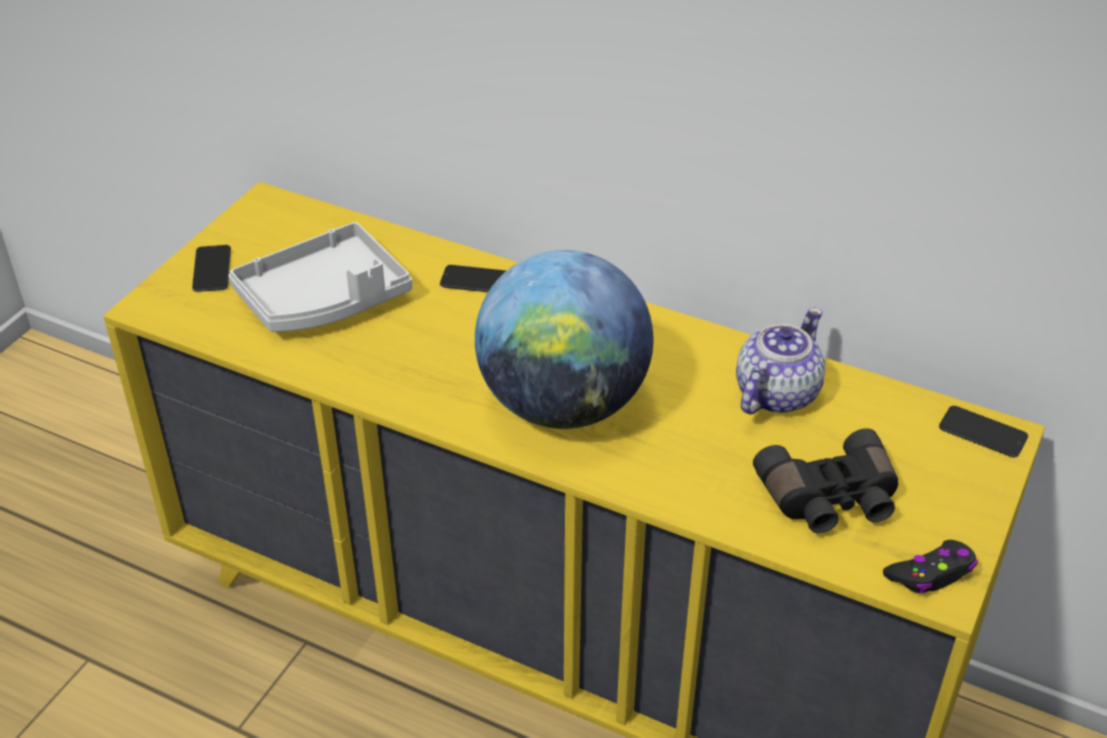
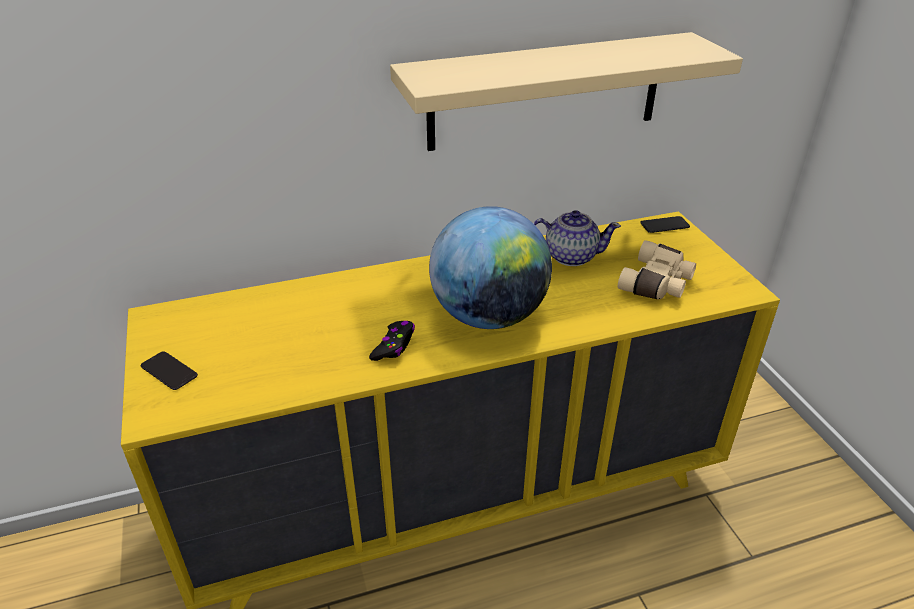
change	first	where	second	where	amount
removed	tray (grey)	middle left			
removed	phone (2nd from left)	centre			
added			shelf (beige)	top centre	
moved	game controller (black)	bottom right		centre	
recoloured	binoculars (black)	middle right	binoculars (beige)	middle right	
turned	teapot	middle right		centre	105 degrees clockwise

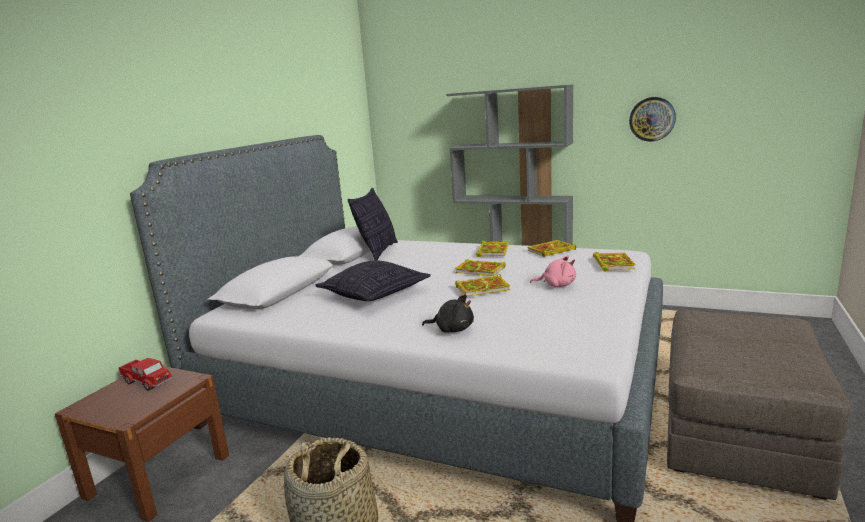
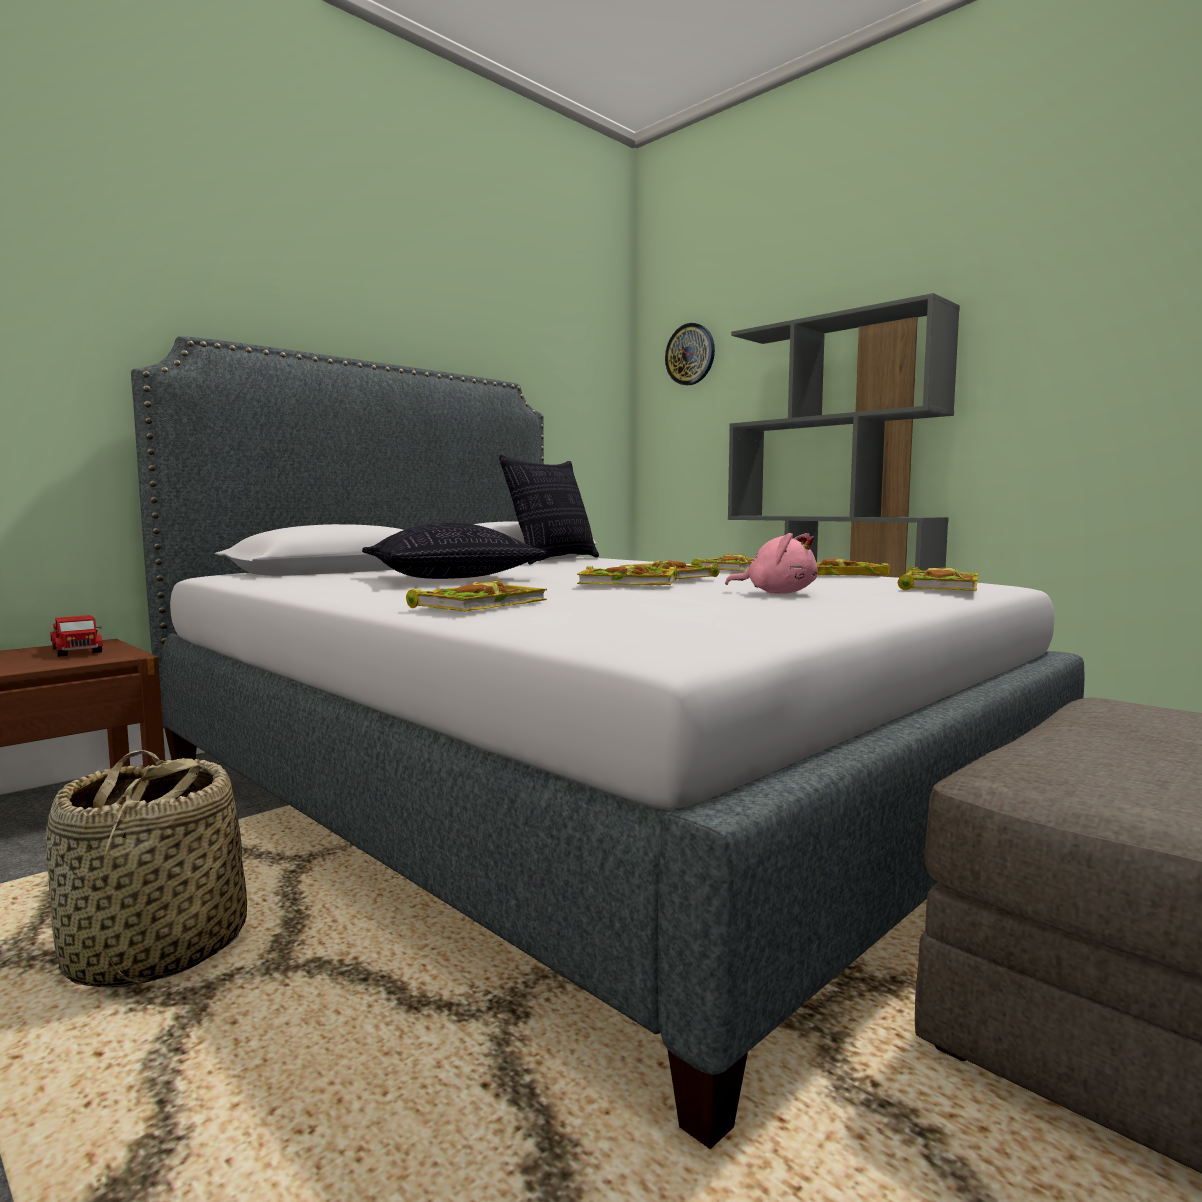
change	first	where	second	where	amount
moved	wall clock	top right		top centre	
replaced	plush toy (black)	centre	book (1st from left)	centre	

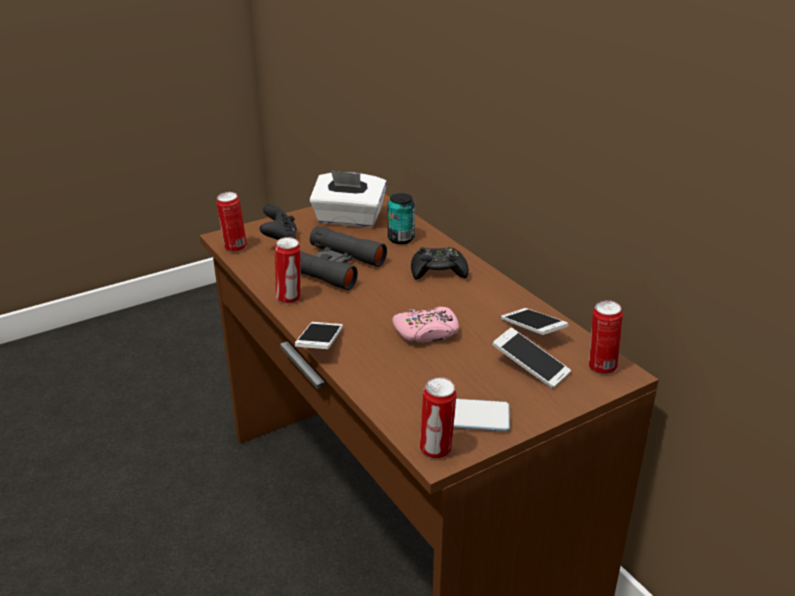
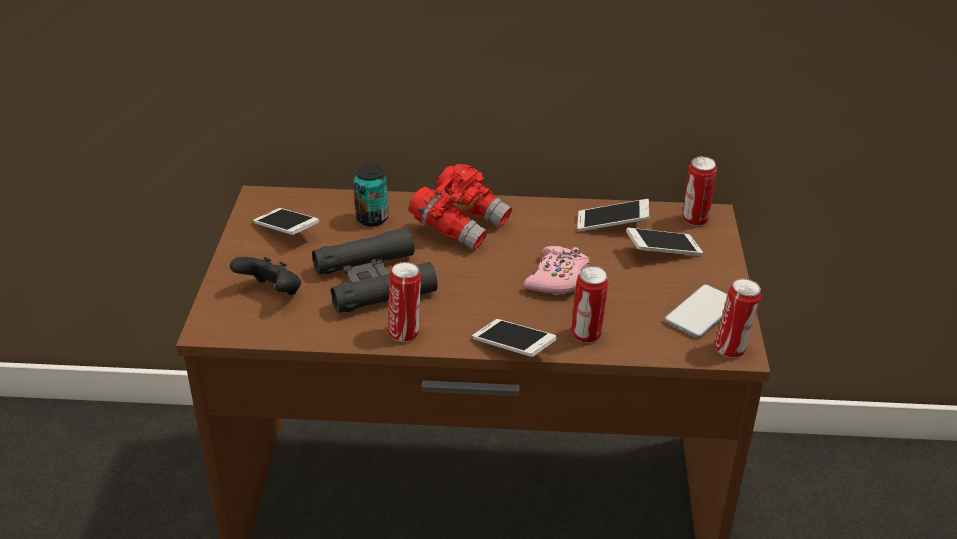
change	first	where	second	where	amount
moved	can (1st from left in the first image)	middle left	can (3rd from left)	centre	
replaced	tissue box (white)	top centre	phone (1st from left)	middle left	
replaced	game controller (black) (2nd from left)	centre	binoculars (red)	centre	

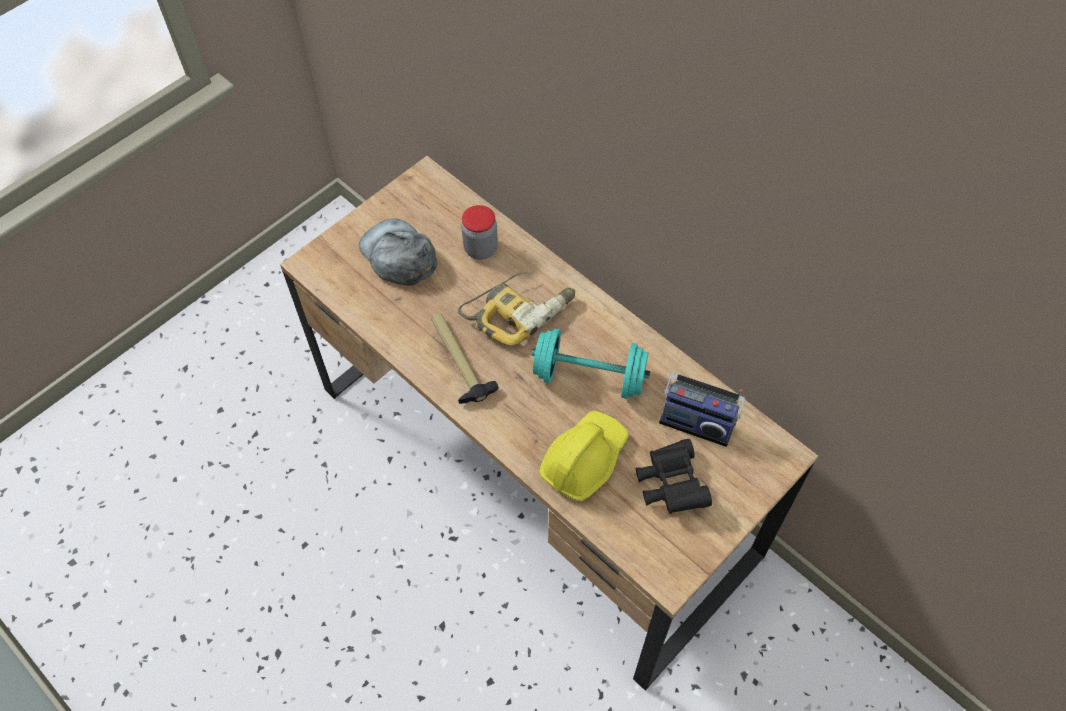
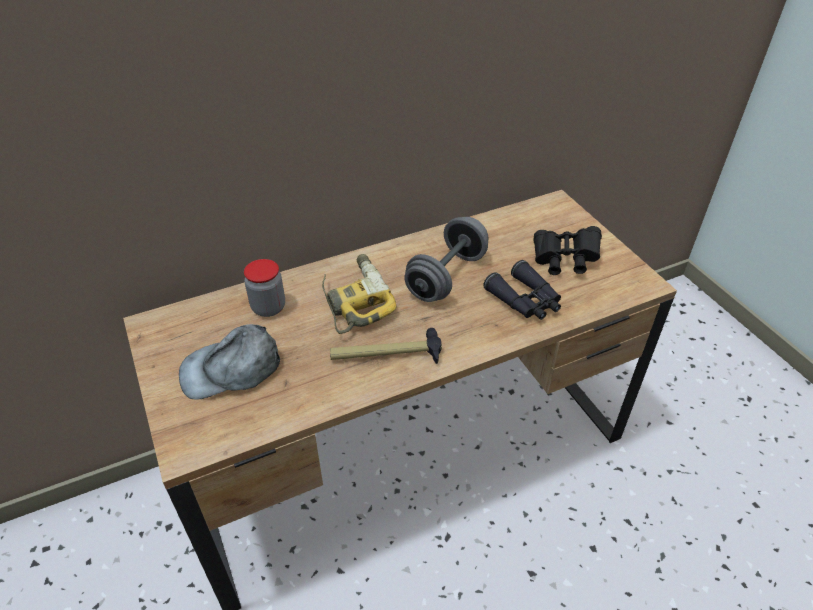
change	first	where	second	where	amount
removed	radio	centre			
replaced	hard hat (yellow)	centre	binoculars (black) (1st from left)	centre	
recoloured	dumbbell (turquoise)	centre	dumbbell (grey)	centre	

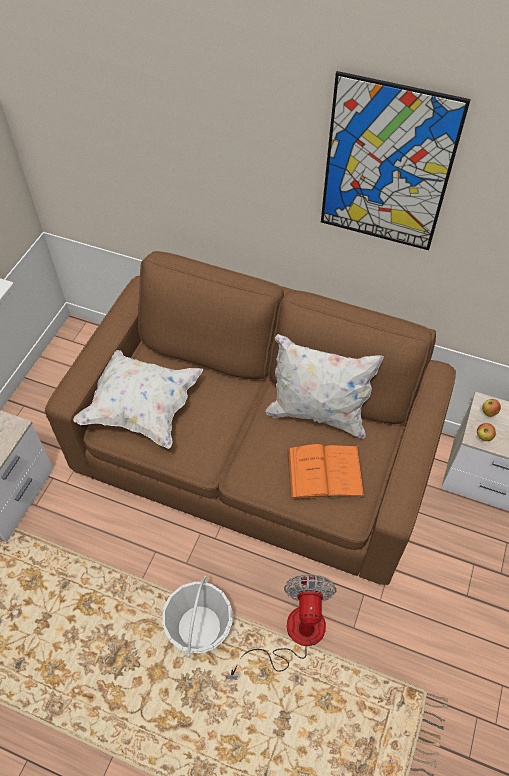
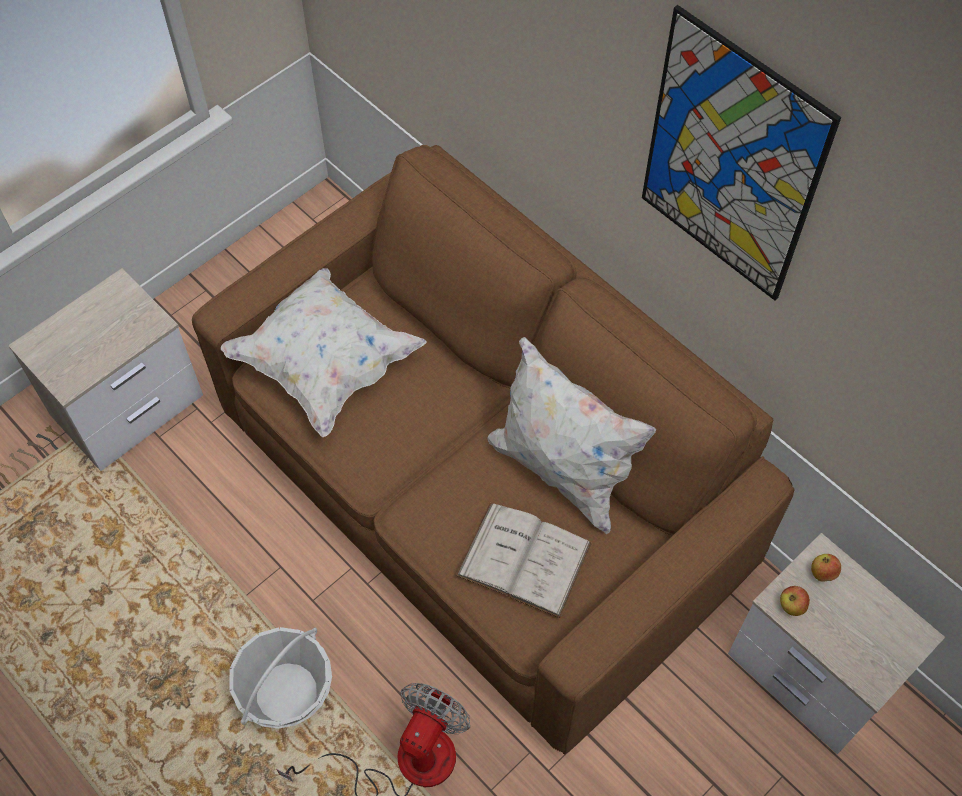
change	first	where	second	where	amount
recoloured	book (orange)	centre	book (white)	bottom centre	

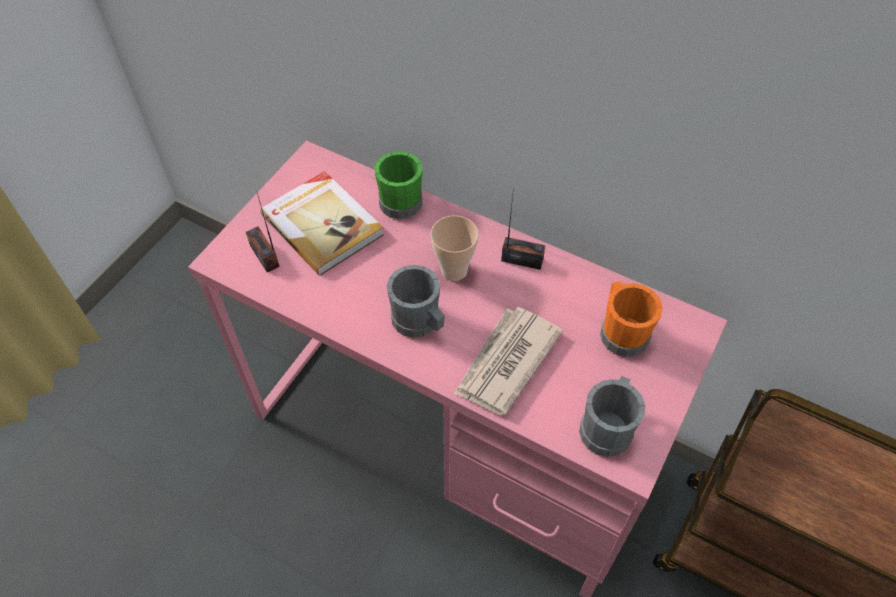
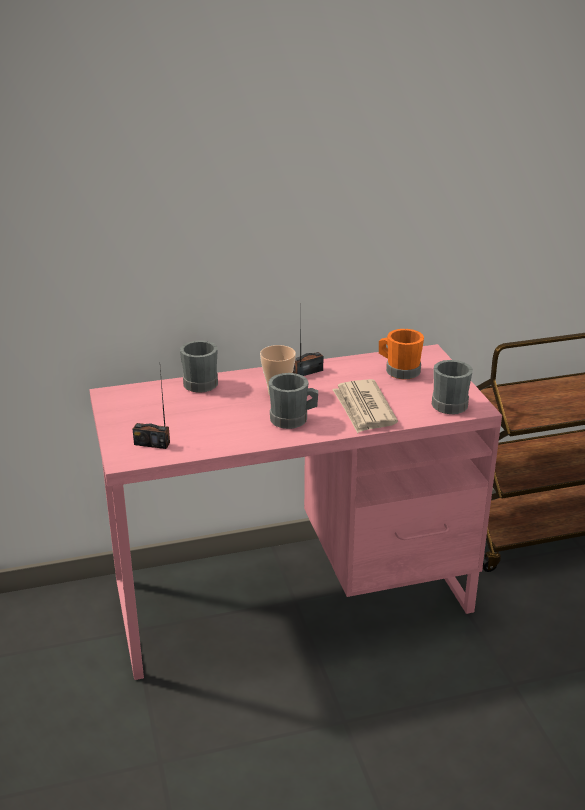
change	first	where	second	where	amount
removed	book	centre			
recoloured	mug (green)	top centre	mug (grey) (1st from left)	centre	

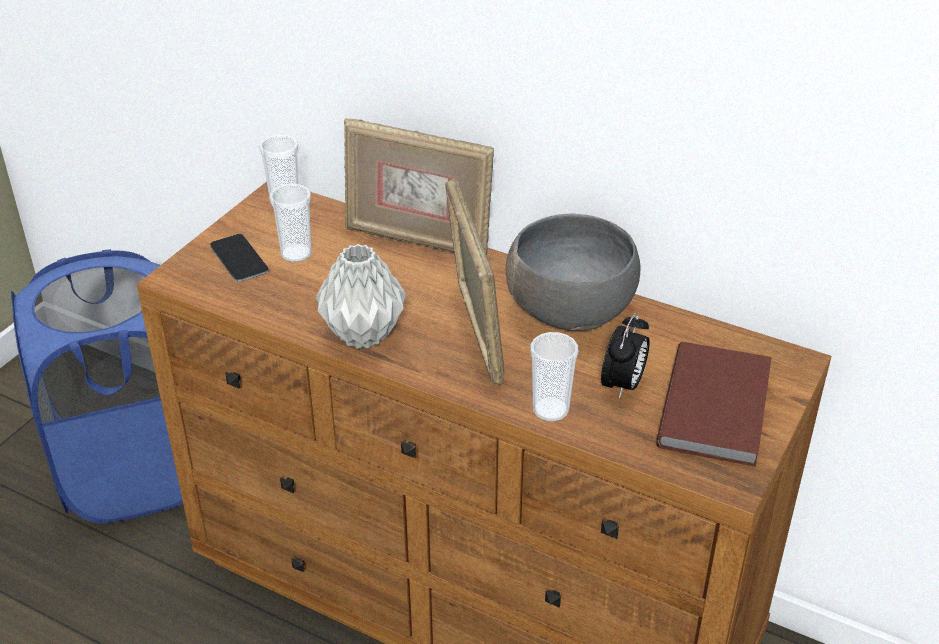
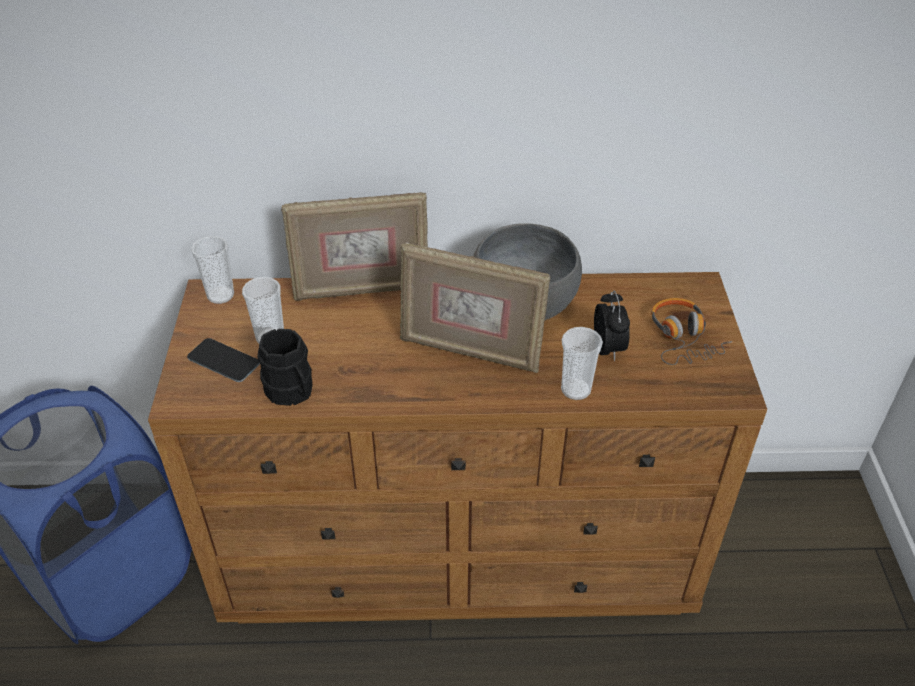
change	first	where	second	where	amount
removed	vase (grey)	centre			
added			mug (black)	middle left	
replaced	book (brown)	middle right	headphones	middle right	
turned	picture frame (2nd from left)	centre		centre	150 degrees clockwise

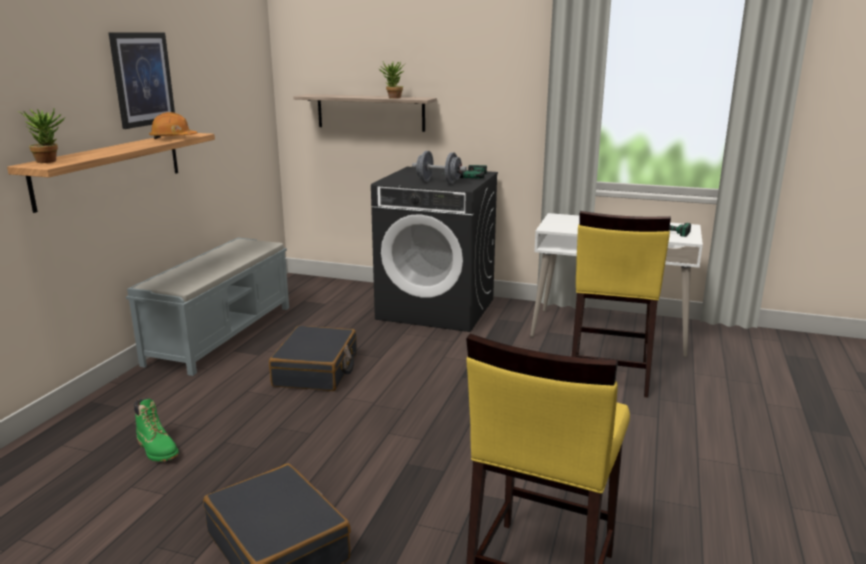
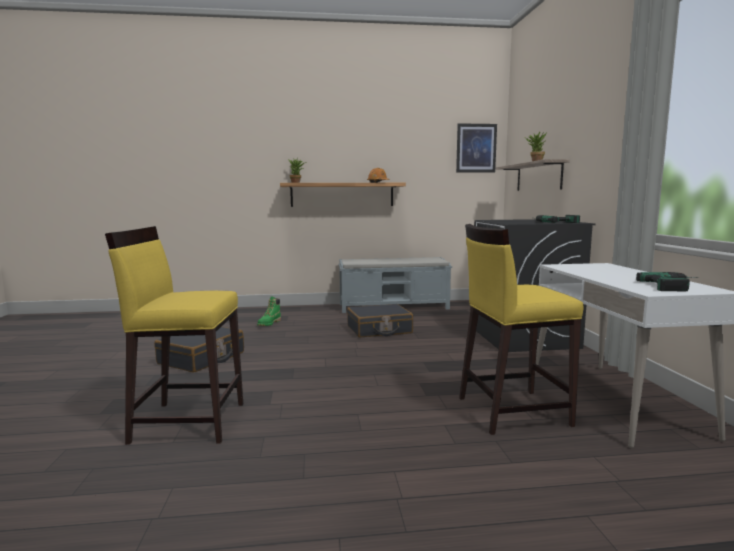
change	first	where	second	where	amount
removed	dumbbell (grey)	top centre			
moved	picture	top left		top centre	

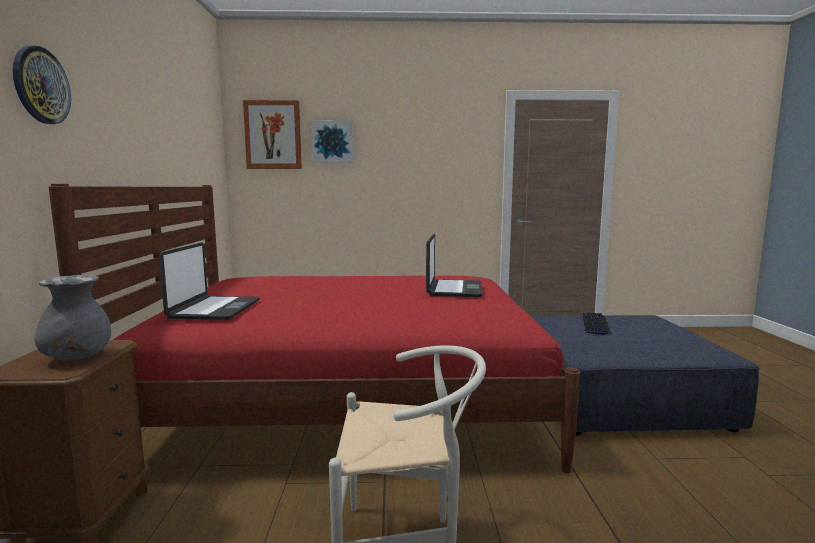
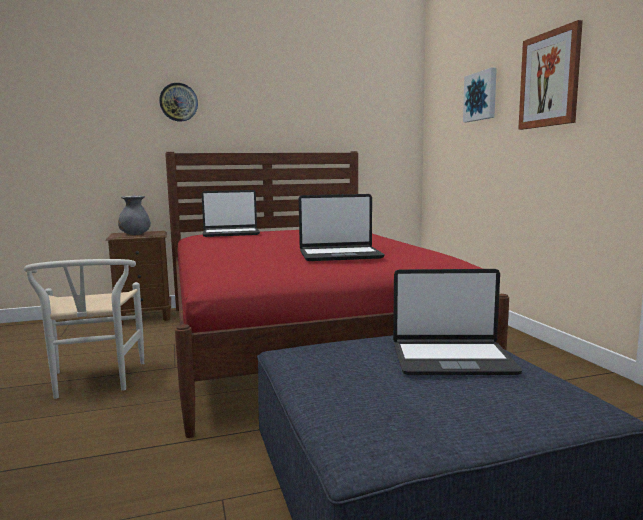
change	first	where	second	where	amount
moved	picture (1st from left in the first image)	top centre	picture (2nd from left)	top right	
replaced	keyboard	middle right	laptop (3rd from left)	middle right	

